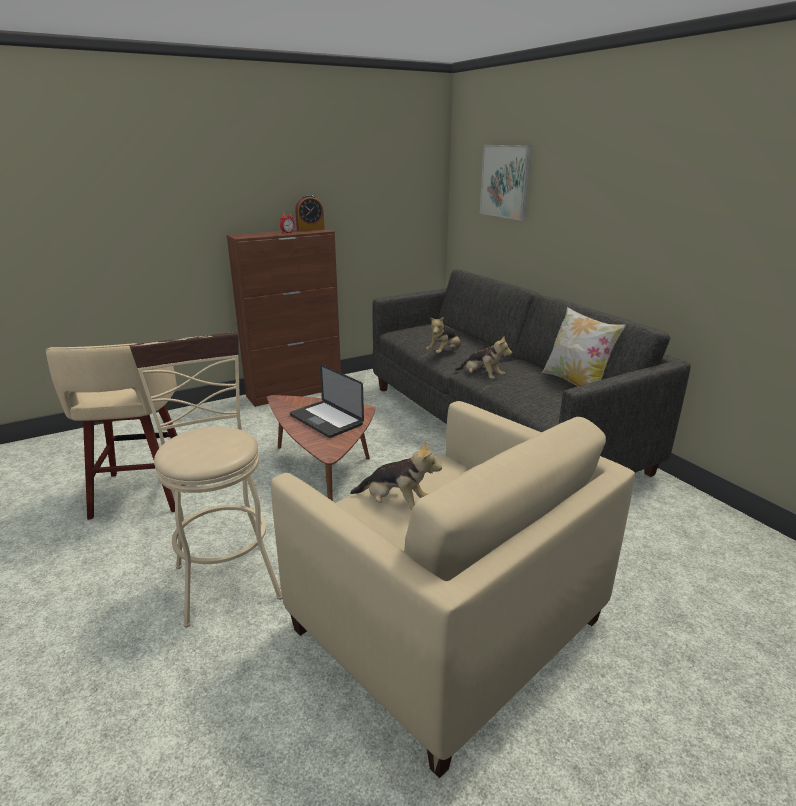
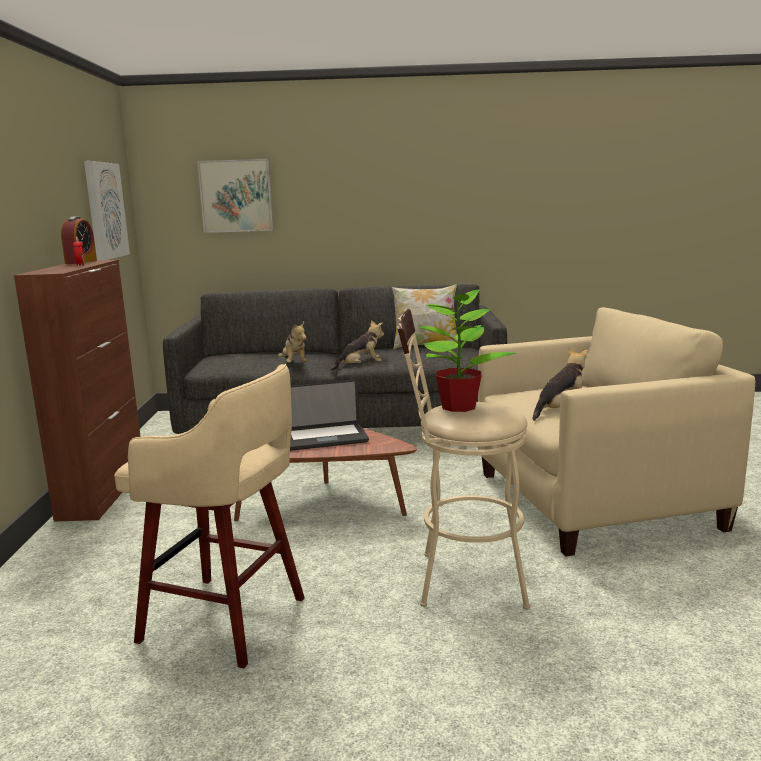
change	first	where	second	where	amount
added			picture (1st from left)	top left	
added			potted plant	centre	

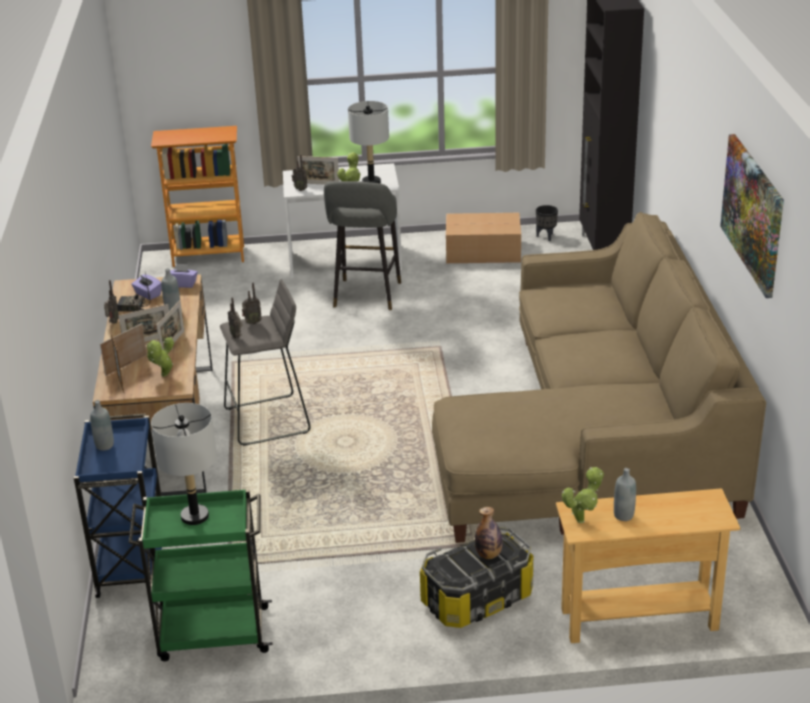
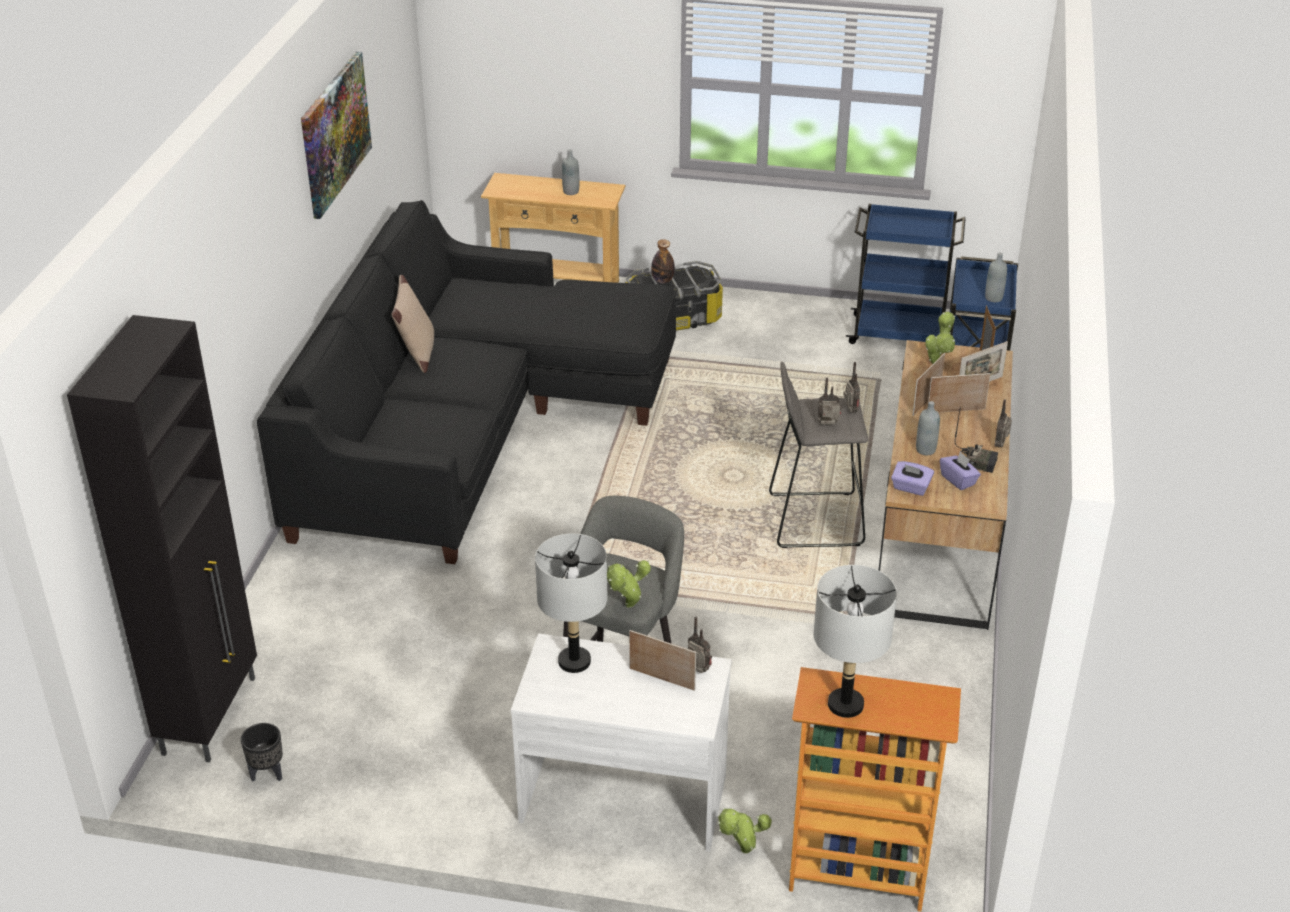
change	first	where	second	where	amount
removed	cardboard box	centre			
added			pillow (beige)	middle left	
moved	table lamp (grey) (1st from left in the first image)	middle left	table lamp (grey) (2nd from left)	bottom centre	
moved	potted plant (3rd from left in the first image)	bottom right	potted plant (2nd from left)	bottom centre	
recoloured	cart (green)	bottom left	cart (blue) (1st from left)	top right	
recoloured	sofa (beige)	middle right	sofa (black)	centre	

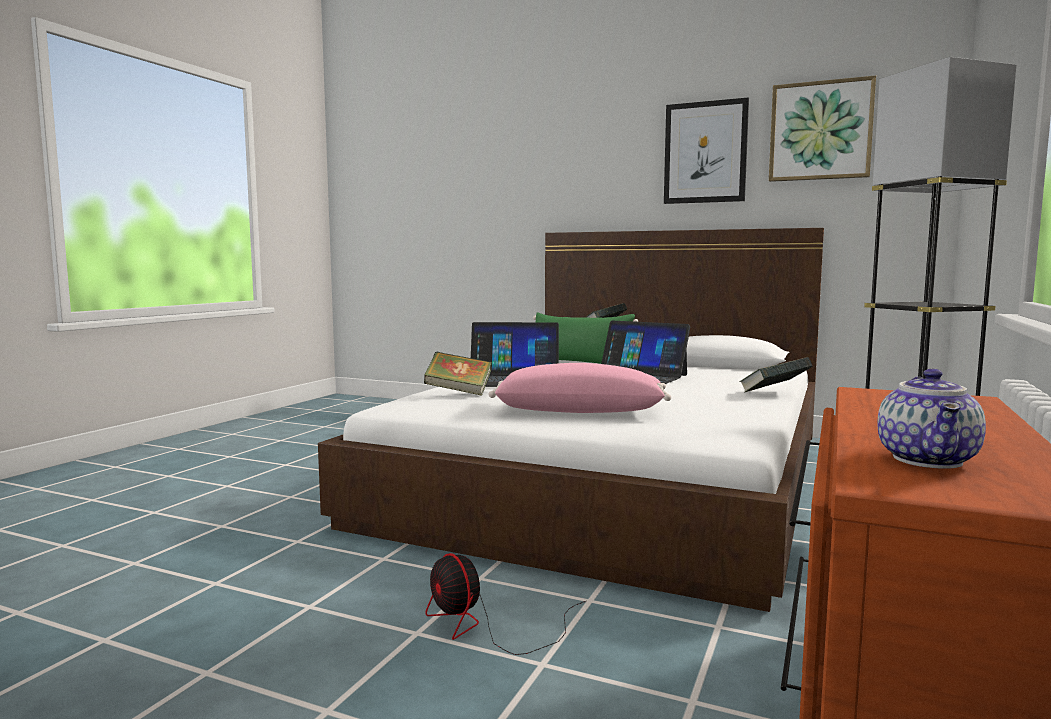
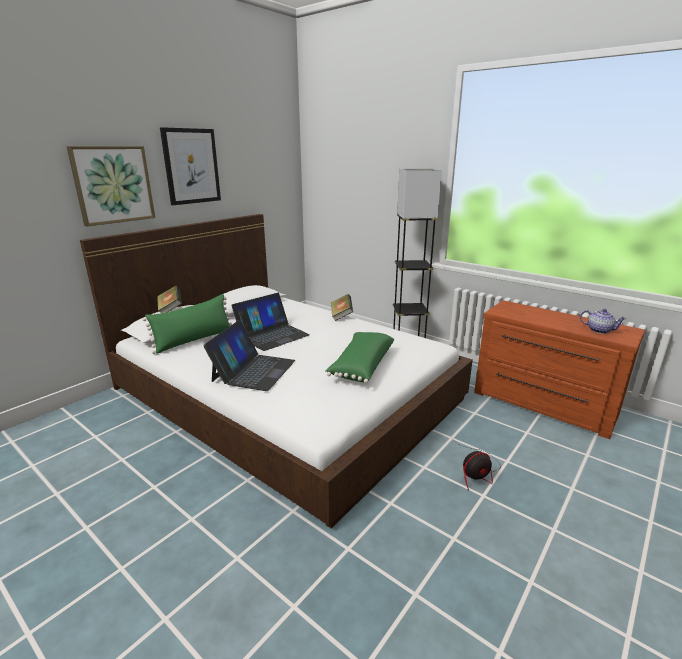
change	first	where	second	where	amount
removed	book (1st from left)	centre			
moved	picture (2nd from left in the first image)	top right	picture (1st from left)	top left	
recoloured	pillow (pink)	centre	pillow (green) (2nd from left)	centre	

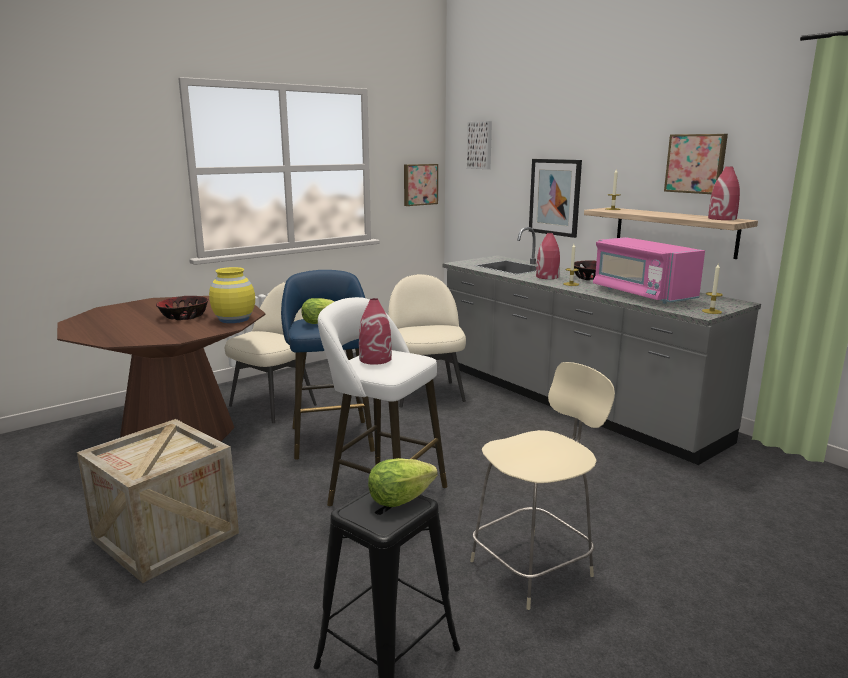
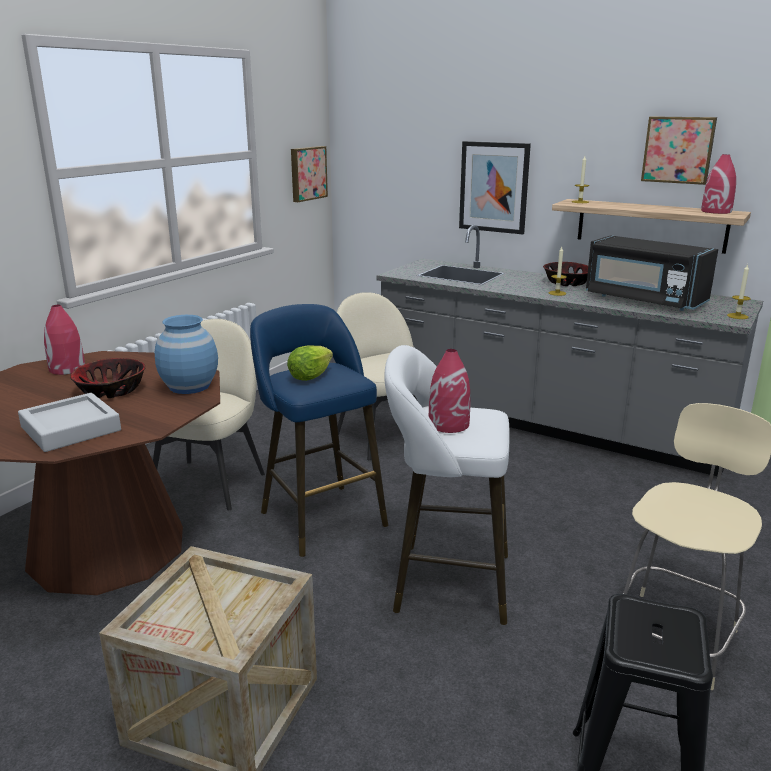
change	first	where	second	where	amount
removed	lettuce (2nd from left)	bottom centre			
removed	picture (2nd from left)	top centre			
added			tray (grey)	middle left	
moved	vase (red) (2nd from left in the first image)	centre	vase (red) (1st from left)	middle left	
recoloured	vase (yellow)	middle left	vase (blue)	middle left	
recoloured	microwave (pink)	middle right	microwave (black)	middle right	

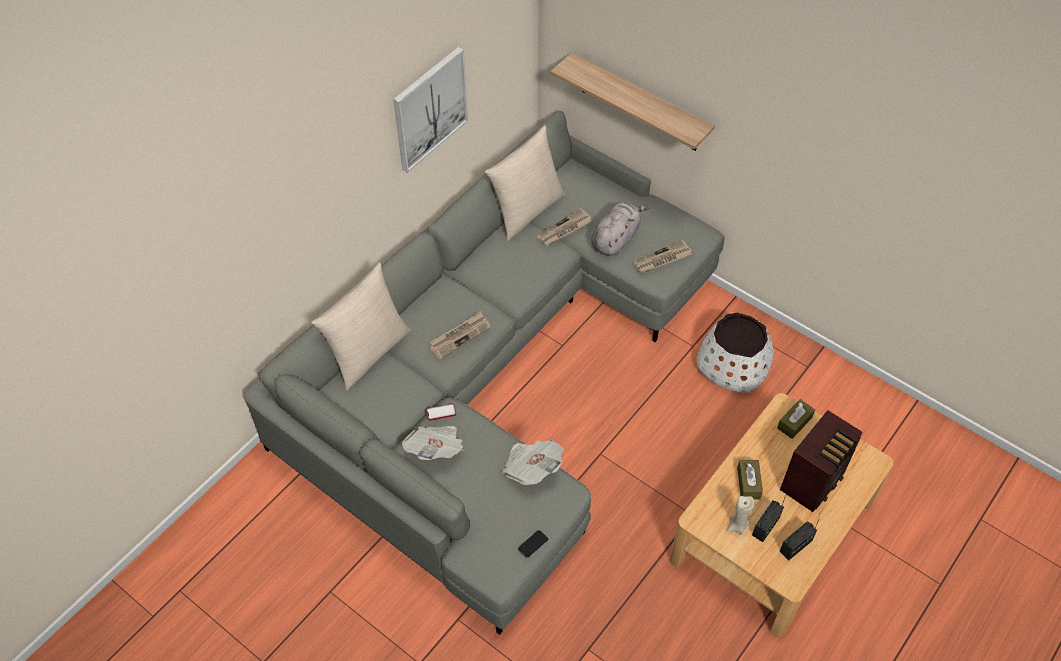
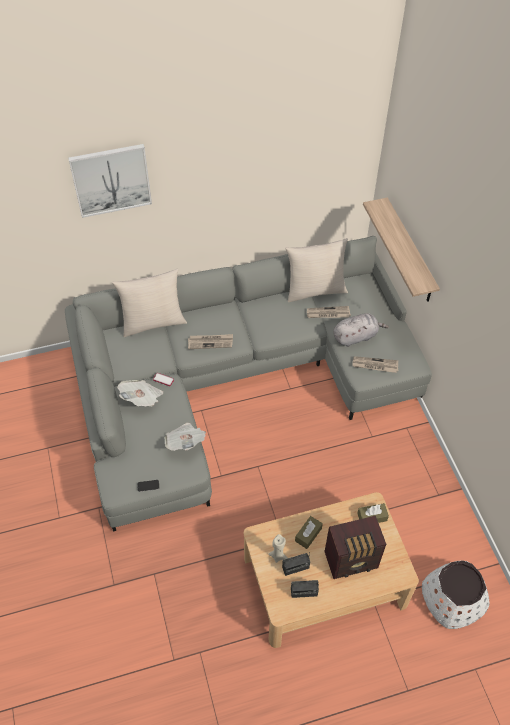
change	first	where	second	where	amount
moved	picture	top centre		top left	
moved	planter (white)	middle right		bottom right	

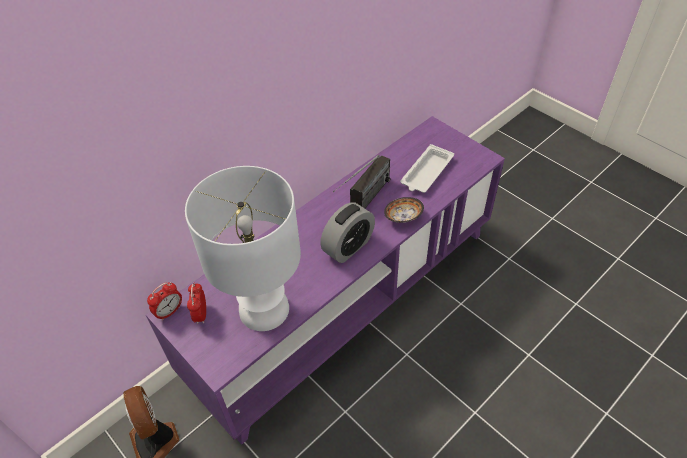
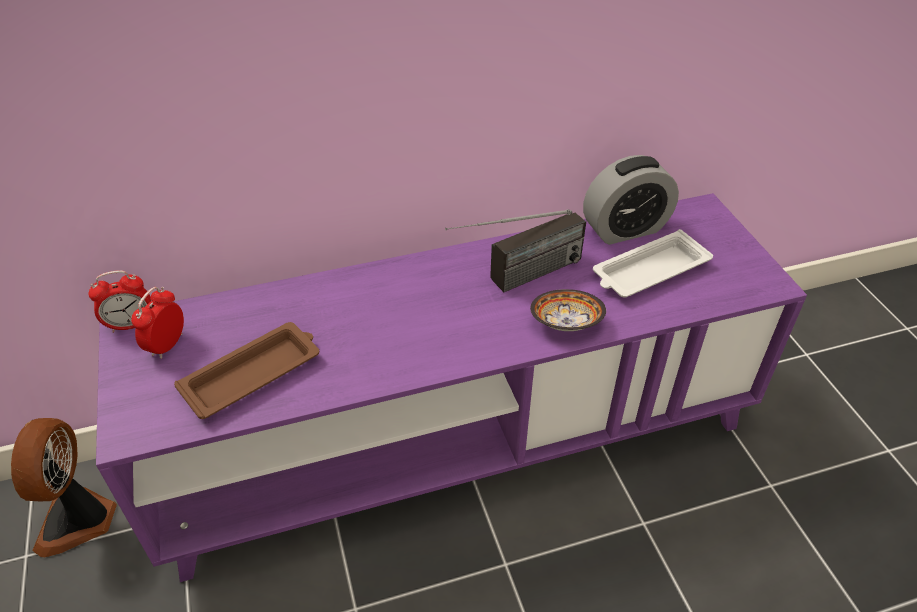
change	first	where	second	where	amount
moved	alarm clock (3rd from left)	centre		top right	
replaced	table lamp (white)	centre	tray (brown)	middle left	

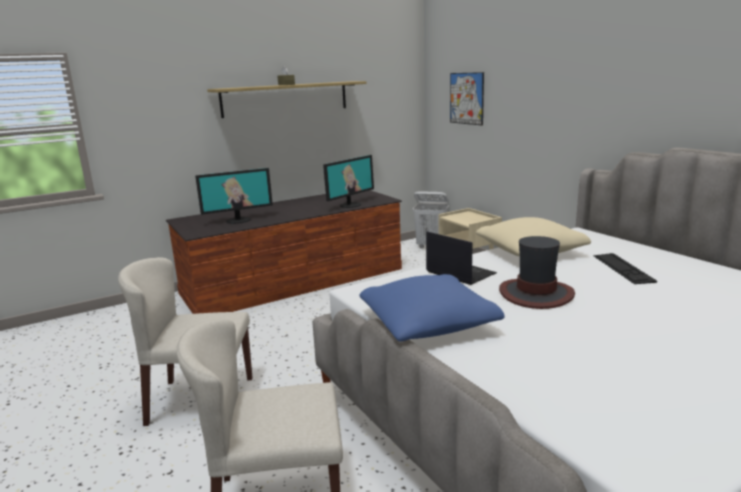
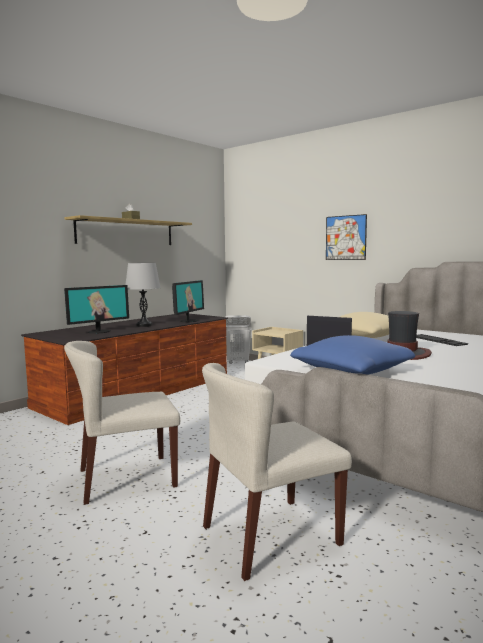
change	first	where	second	where	amount
added			table lamp (grey)	middle left	
moved	picture	top centre		middle right	

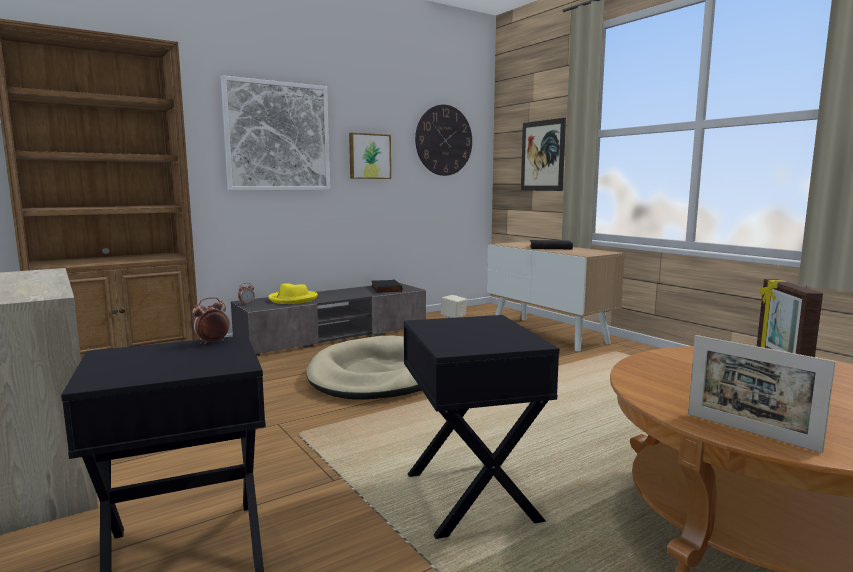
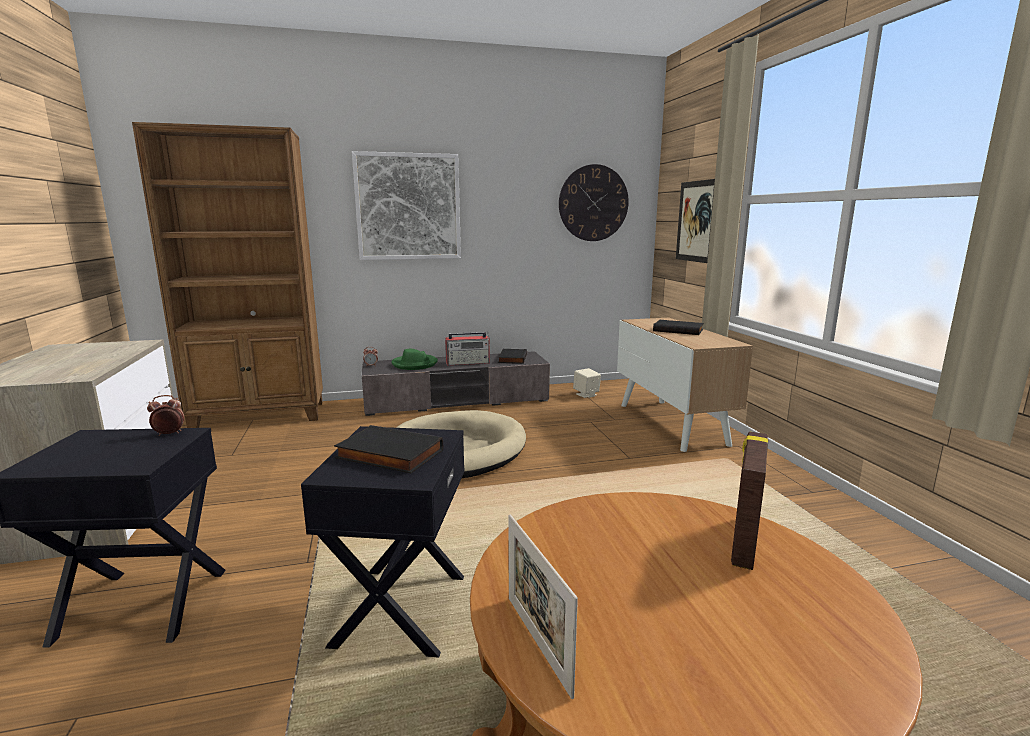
change	first	where	second	where	amount
removed	picture (2nd from left)	top centre			
added			book (black) (1st from left)	centre	
added			radio	centre	
recoloured	hat (yellow)	centre	hat (green)	centre	

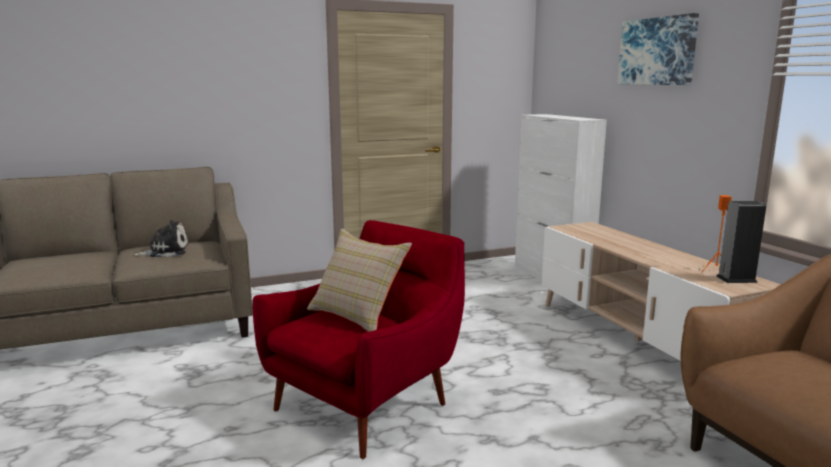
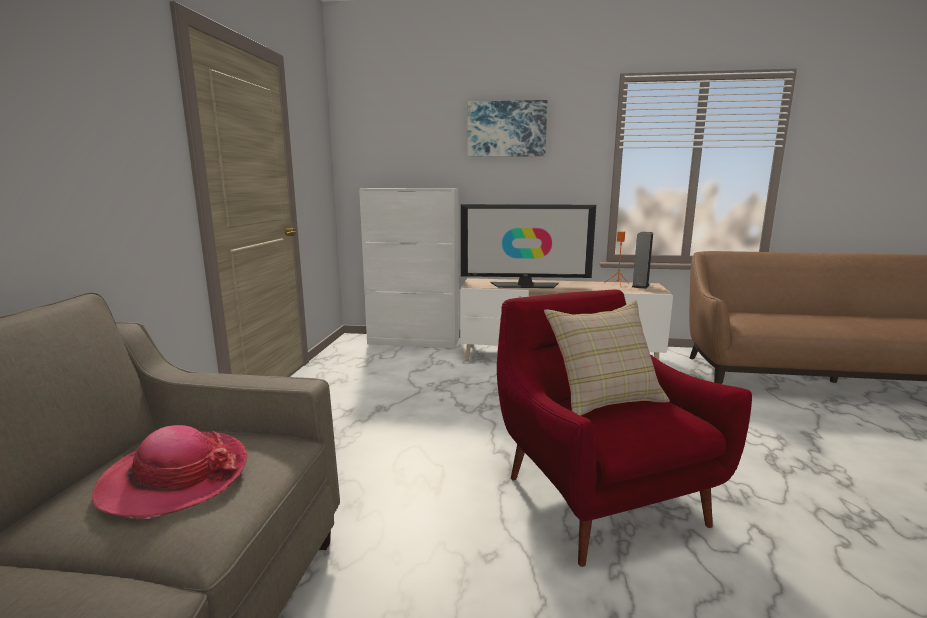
change	first	where	second	where	amount
added			television	centre	
replaced	plush toy	middle left	hat	bottom left	

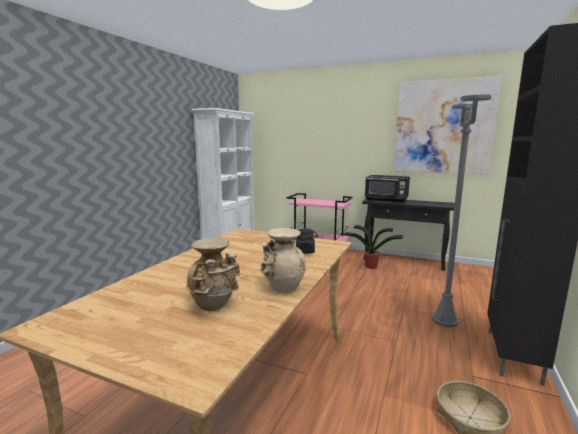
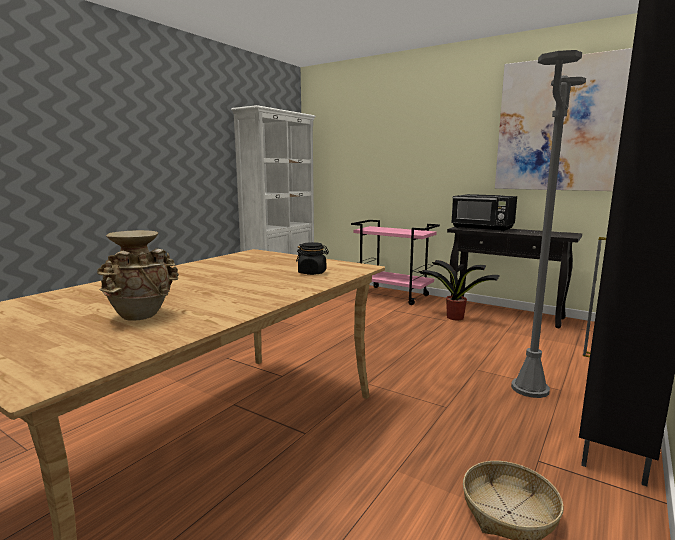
change	first	where	second	where	amount
removed	vase (beige) (2nd from left)	centre			

